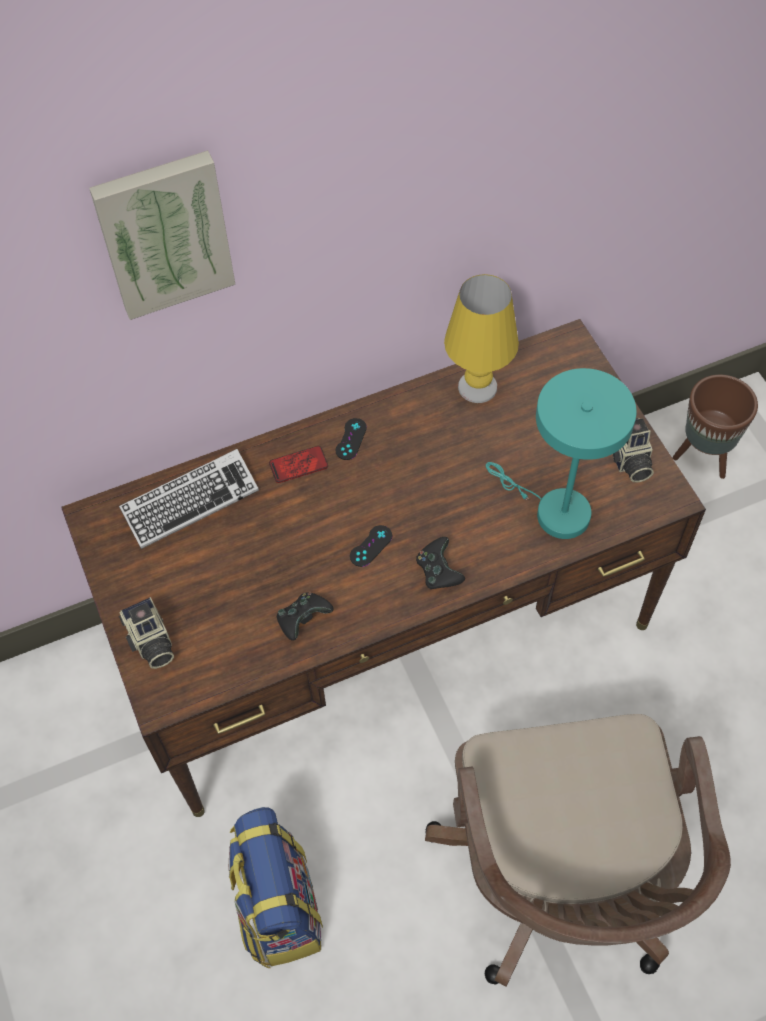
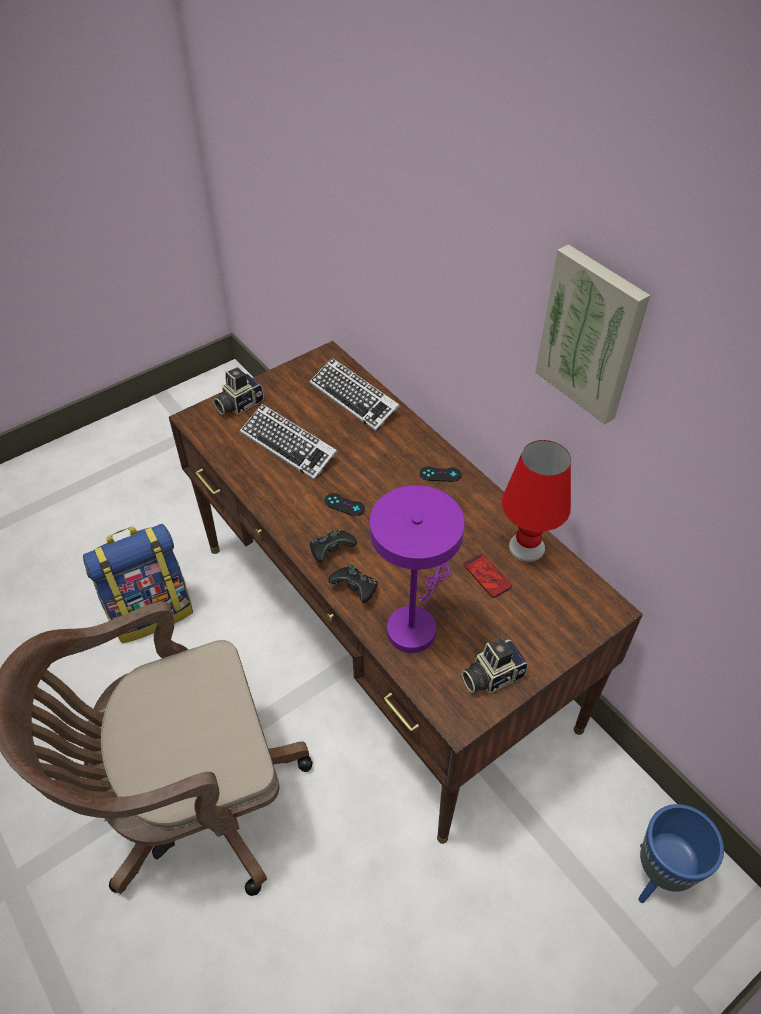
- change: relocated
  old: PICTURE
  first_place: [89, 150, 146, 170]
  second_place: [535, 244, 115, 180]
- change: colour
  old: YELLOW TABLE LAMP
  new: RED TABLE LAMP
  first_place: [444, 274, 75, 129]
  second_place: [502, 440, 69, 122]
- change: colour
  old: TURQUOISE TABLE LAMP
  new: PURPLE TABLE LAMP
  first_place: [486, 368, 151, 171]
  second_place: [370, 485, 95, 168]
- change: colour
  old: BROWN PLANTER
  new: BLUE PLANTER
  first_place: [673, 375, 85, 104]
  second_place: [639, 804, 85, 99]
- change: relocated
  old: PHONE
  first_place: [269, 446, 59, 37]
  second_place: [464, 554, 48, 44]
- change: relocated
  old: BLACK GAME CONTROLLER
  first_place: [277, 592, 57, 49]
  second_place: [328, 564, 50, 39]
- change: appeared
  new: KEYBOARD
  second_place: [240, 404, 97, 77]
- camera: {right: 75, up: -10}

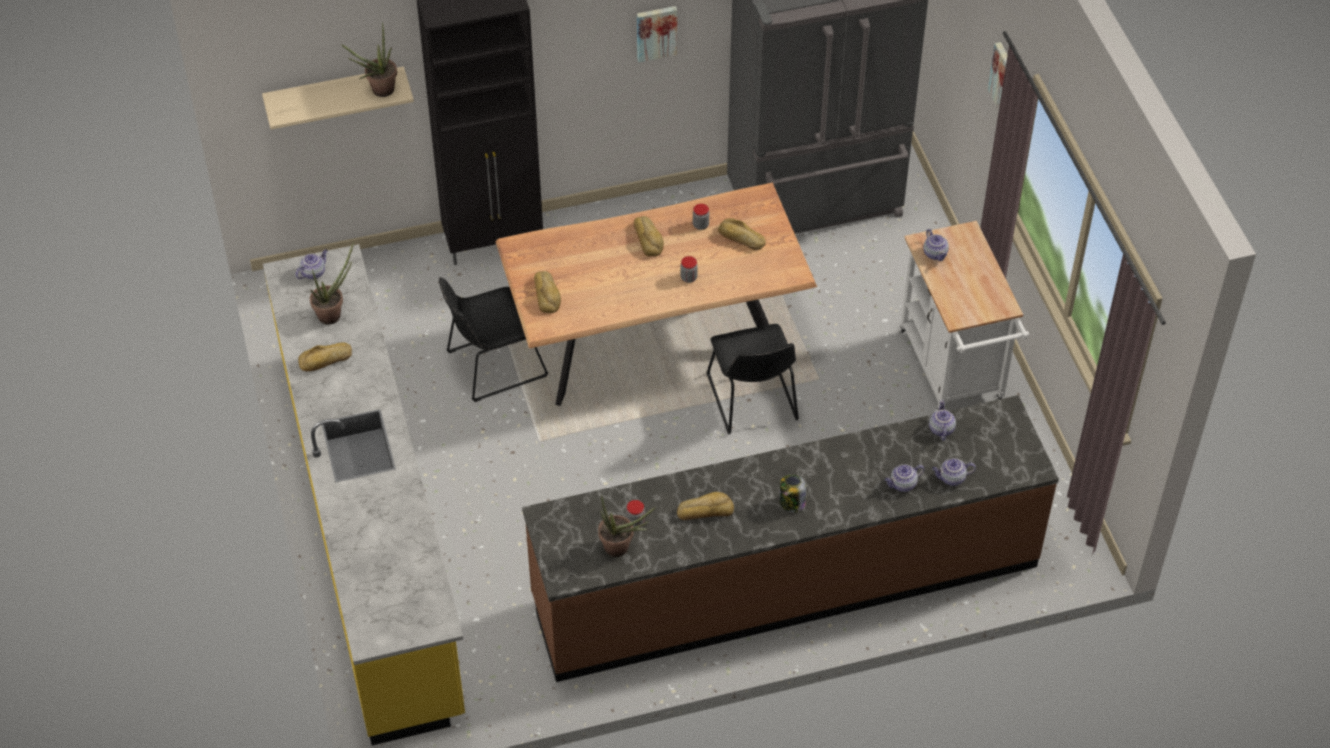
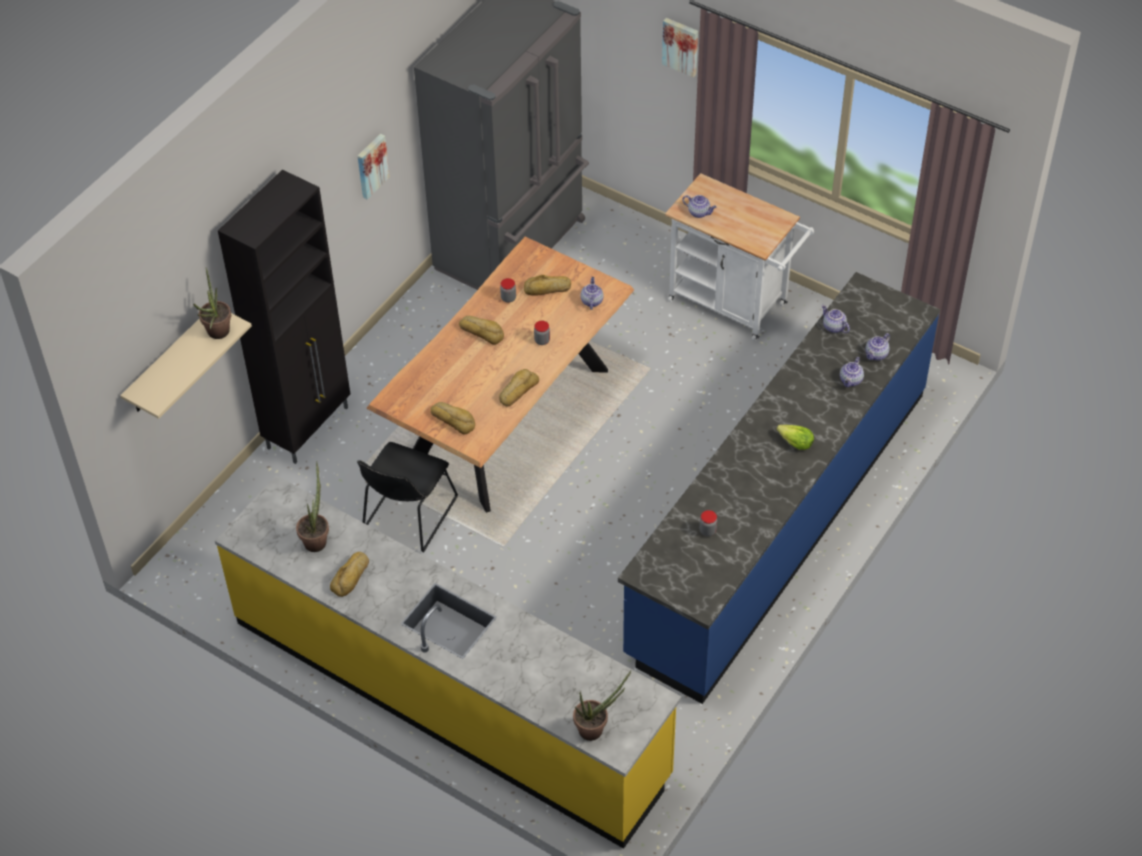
- change: relocated
  old: TEAPOT
  first_place: [296, 249, 32, 30]
  second_place: [580, 277, 24, 33]
- change: missing
  old: BLACK CHAIR
  first_place: [707, 324, 92, 111]
- change: colour
  old: BROWN COUNTER
  new: BLUE COUNTER
  first_place: [522, 395, 537, 287]
  second_place: [618, 272, 322, 432]
- change: exchanged
  old: JAR
  new: LETTUCE
  first_place: [780, 475, 26, 37]
  second_place: [777, 425, 37, 25]
- change: relocated
  old: BREAD
  first_place: [677, 492, 57, 28]
  second_place: [499, 369, 40, 38]
- change: relocated
  old: POTTED PLANT
  first_place: [598, 495, 58, 62]
  second_place: [573, 671, 58, 70]
- camera: {right: -40, up: 0}

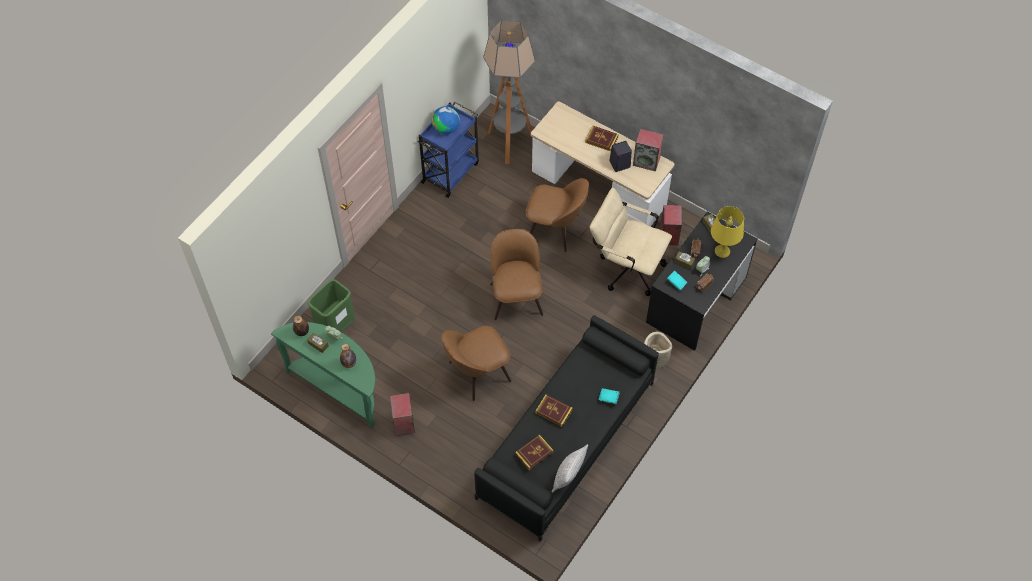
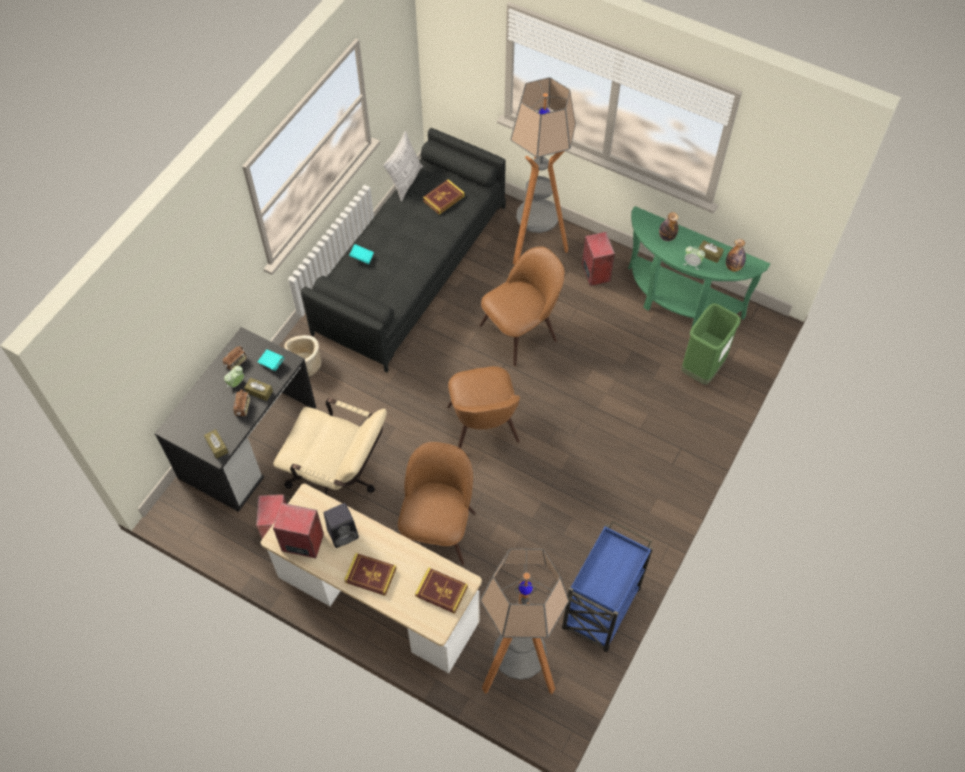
- change: missing
  old: GLOBE
  first_place: [432, 106, 28, 29]
- change: spun
  old: BROWN CHAIR
  first_place: [525, 178, 64, 74]
  second_place: [398, 442, 78, 123]
  degrees: 90
- change: missing
  old: YELLOW TABLE LAMP
  first_place: [711, 206, 33, 52]
- change: relocated
  old: BOOK
  first_place: [535, 394, 38, 33]
  second_place: [415, 567, 53, 47]
- change: appeared
  new: FLOOR LAMP
  second_place: [510, 77, 66, 188]
- camera: {right: 175, up: 0}

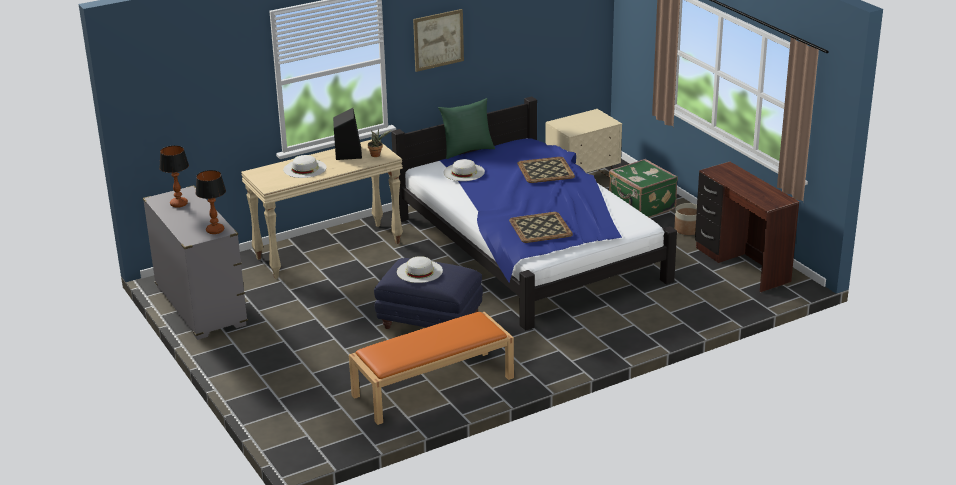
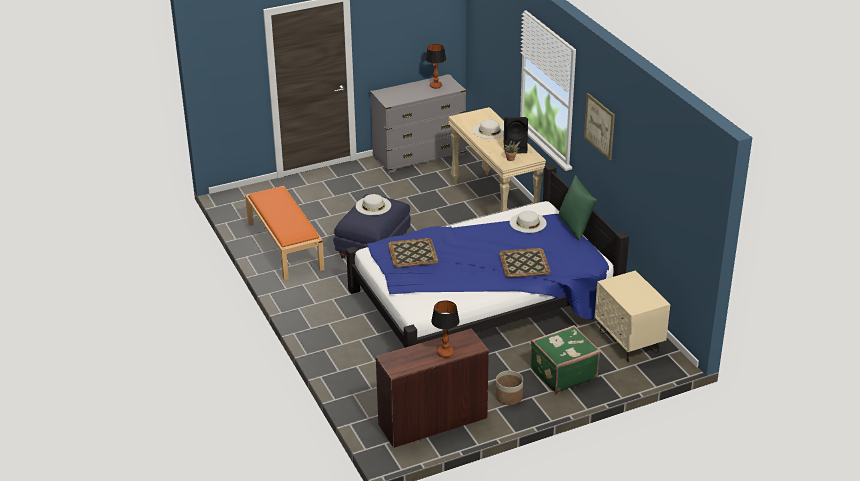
- change: relocated
  old: TABLE LAMP
  first_place: [196, 170, 30, 64]
  second_place: [431, 300, 29, 58]
- camera: {right: 95, up: 5}

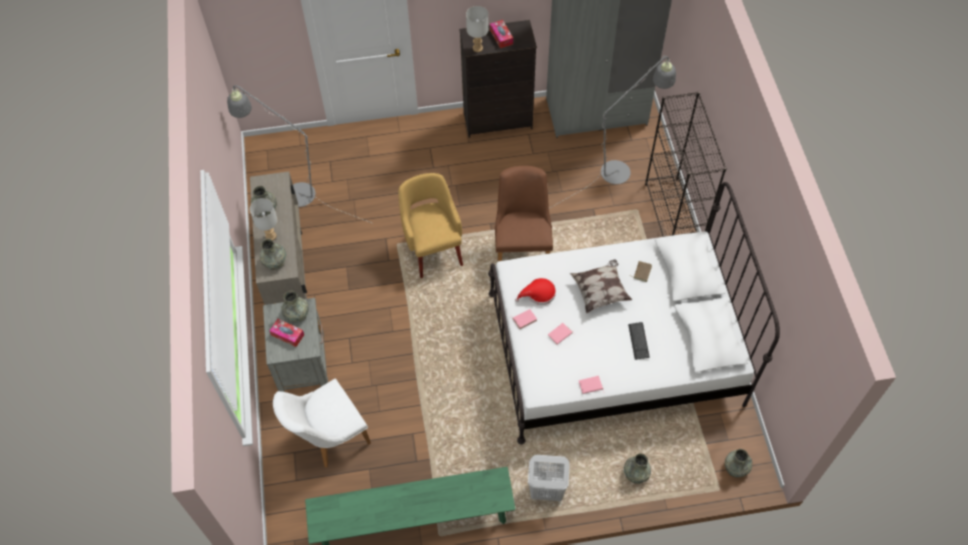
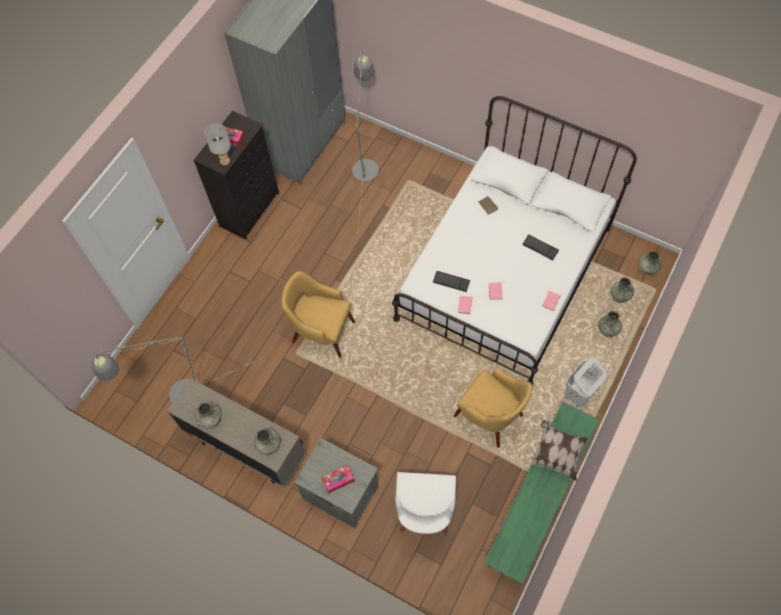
- change: missing
  old: BLACK BOOKCASE
  first_place: [645, 92, 82, 145]
- change: missing
  old: BROWN CHAIR
  first_place: [495, 166, 58, 95]
- change: missing
  old: GREY TABLE LAMP
  first_place: [250, 198, 28, 42]
- change: relocated
  old: PILLOW
  first_place: [570, 260, 62, 53]
  second_place: [530, 421, 58, 60]
- change: exchanged
  old: RED HAT
  new: KEYBOARD
  first_place: [515, 278, 41, 27]
  second_place: [433, 271, 37, 21]
- change: relocated
  old: GREY VASE
  first_place: [281, 291, 28, 32]
  second_place: [611, 277, 23, 26]
- change: appeared
  new: YELLOW ARMCHAIR
  second_place: [454, 368, 78, 80]
- camera: {right: -50, up: 5}

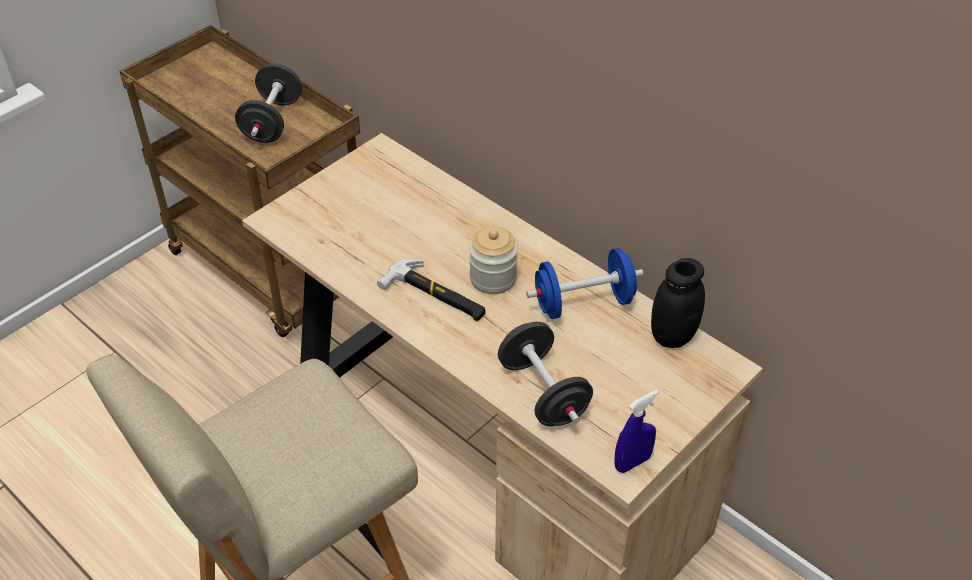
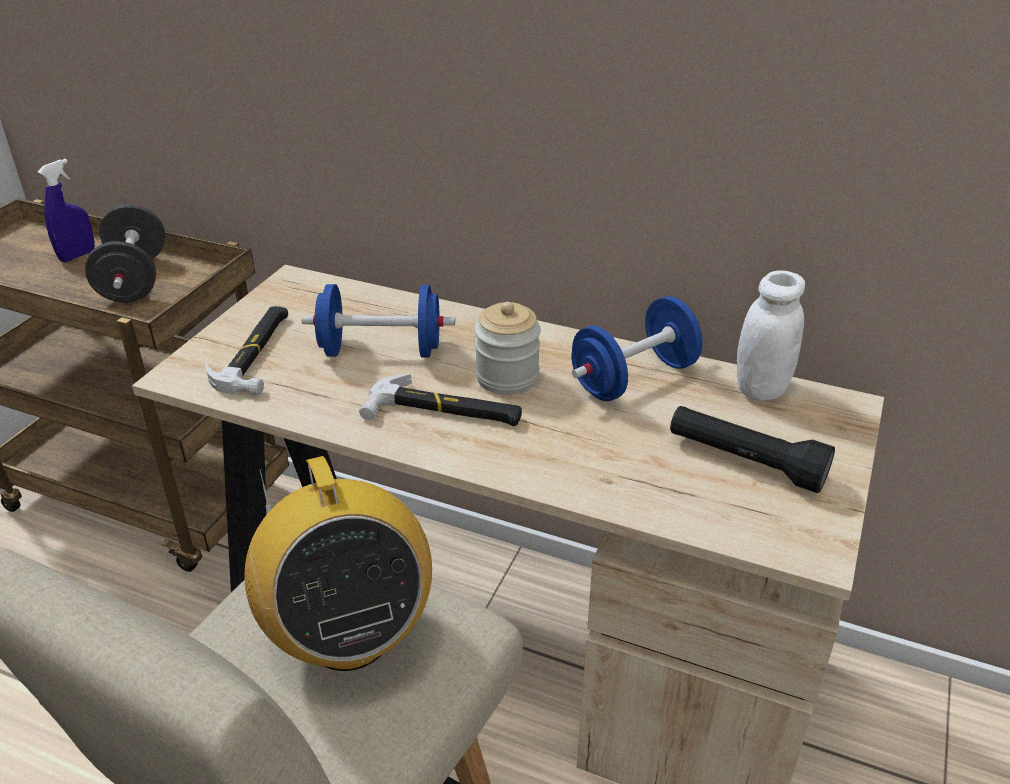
- change: colour
  old: BLACK JAR
  new: WHITE JAR
  first_place: [651, 258, 54, 90]
  second_place: [737, 270, 68, 131]
- change: missing
  old: BLACK DUMBBELL
  first_place: [498, 322, 95, 104]
- change: relocated
  old: BLUE SPRAY BOTTLE
  first_place: [614, 390, 45, 83]
  second_place: [38, 159, 57, 103]
- change: appeared
  new: BLUE DUMBBELL
  second_place: [302, 284, 153, 73]
- change: appeared
  new: HAMMER
  second_place: [205, 306, 83, 89]
- change: appeared
  new: BLACK FLASHLIGHT
  second_place: [670, 406, 165, 87]
- change: appeared
  new: RADIO
  second_place: [244, 456, 188, 215]
- camera: {right: -20, up: -10}

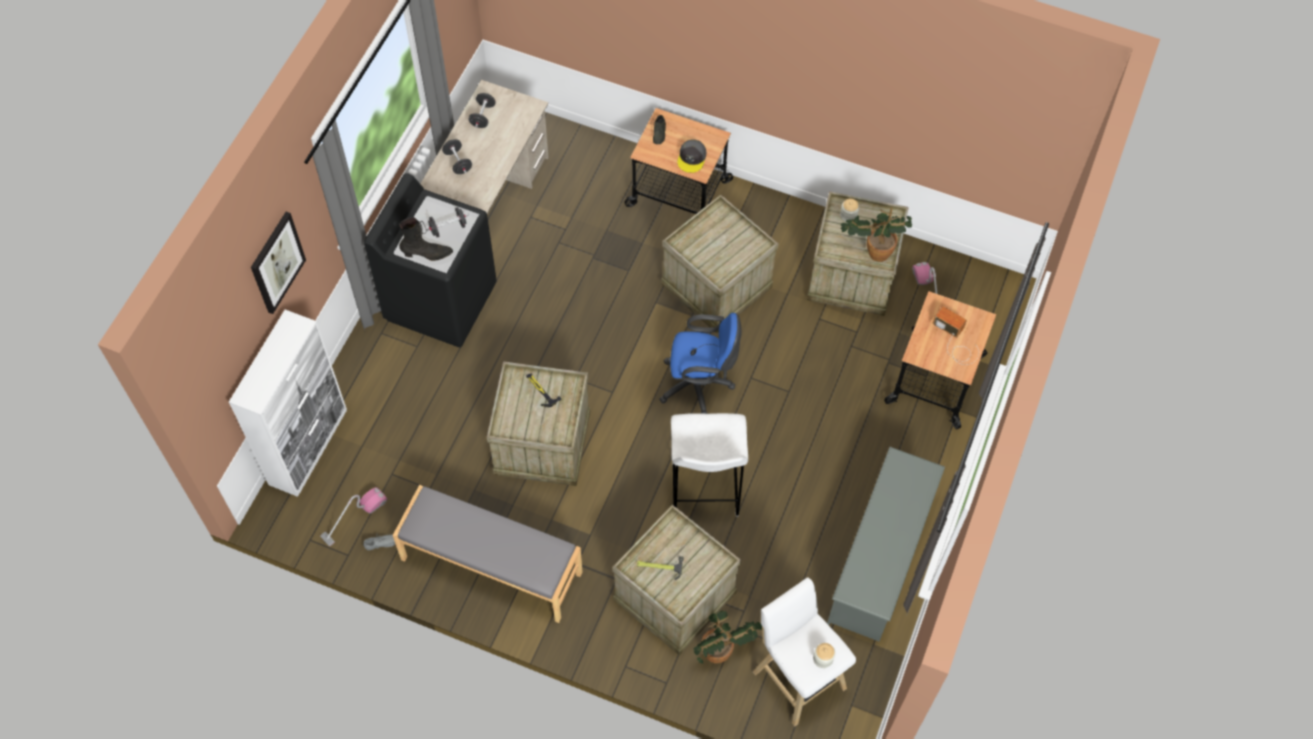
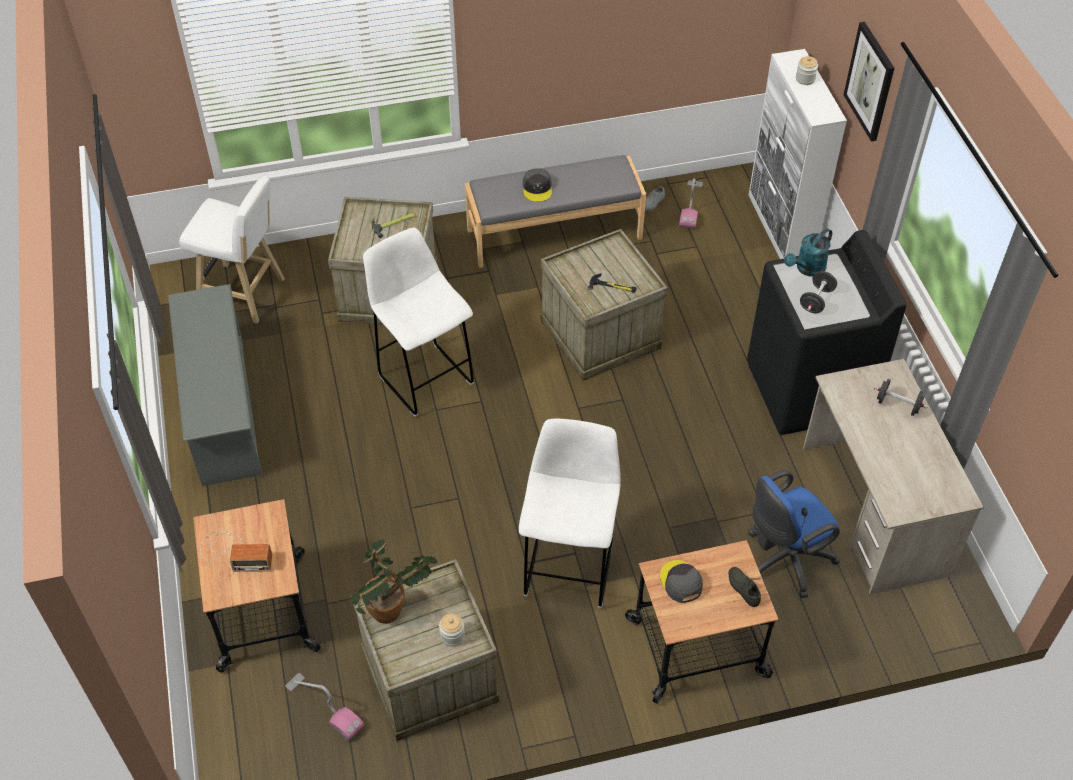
- change: missing
  old: BLACK DUMBBELL
  first_place: [468, 93, 28, 35]
- change: exchanged
  old: CRATE
  new: WHITE STOOL
  first_place: [661, 194, 117, 140]
  second_place: [519, 419, 102, 189]
- change: exchanged
  old: BLACK BOOT
  new: TURQUOISE WATERING CAN
  first_place: [399, 217, 54, 44]
  second_place: [784, 228, 48, 49]
- change: relocated
  old: BLUE OFFICE CHAIR
  first_place: [659, 313, 83, 101]
  second_place: [748, 470, 92, 128]
- change: missing
  old: POTTED PLANT
  first_place: [693, 611, 69, 53]
- change: relocated
  old: JAR
  first_place: [813, 643, 22, 25]
  second_place: [796, 56, 22, 29]
- change: appeared
  new: GREY CAP
  second_place: [523, 168, 29, 34]
- camera: {right: 145, up: -10}

